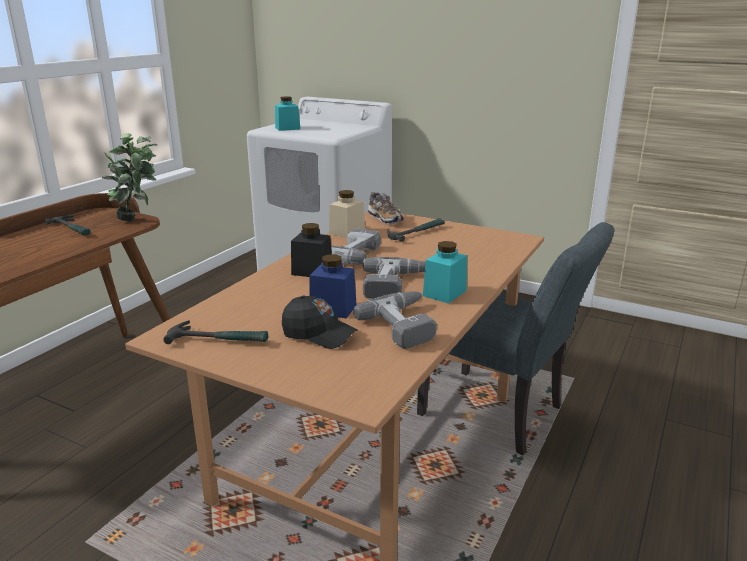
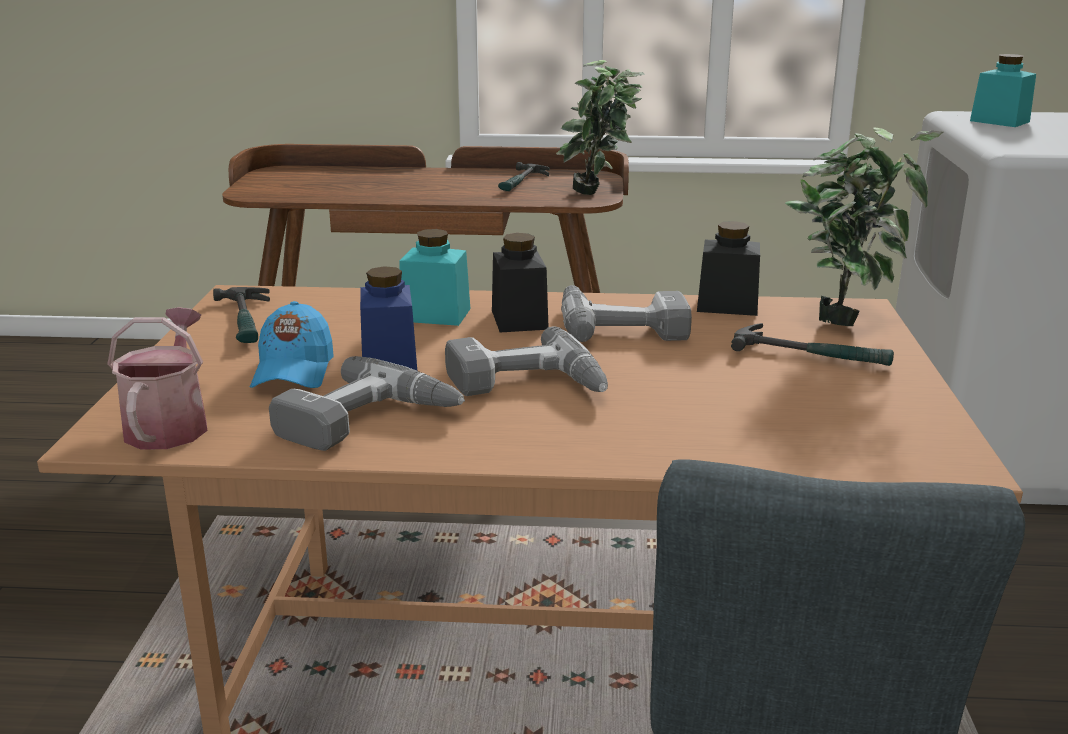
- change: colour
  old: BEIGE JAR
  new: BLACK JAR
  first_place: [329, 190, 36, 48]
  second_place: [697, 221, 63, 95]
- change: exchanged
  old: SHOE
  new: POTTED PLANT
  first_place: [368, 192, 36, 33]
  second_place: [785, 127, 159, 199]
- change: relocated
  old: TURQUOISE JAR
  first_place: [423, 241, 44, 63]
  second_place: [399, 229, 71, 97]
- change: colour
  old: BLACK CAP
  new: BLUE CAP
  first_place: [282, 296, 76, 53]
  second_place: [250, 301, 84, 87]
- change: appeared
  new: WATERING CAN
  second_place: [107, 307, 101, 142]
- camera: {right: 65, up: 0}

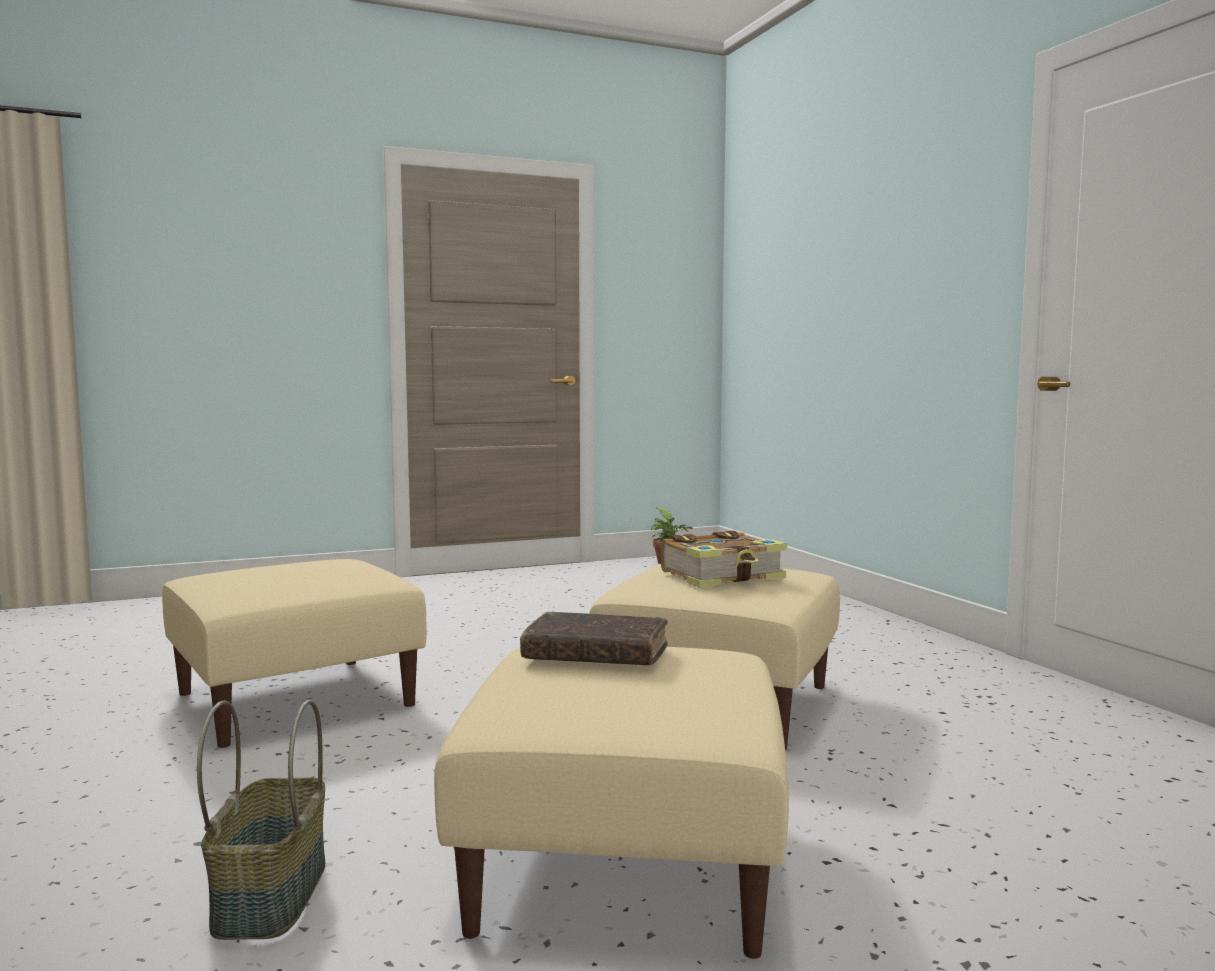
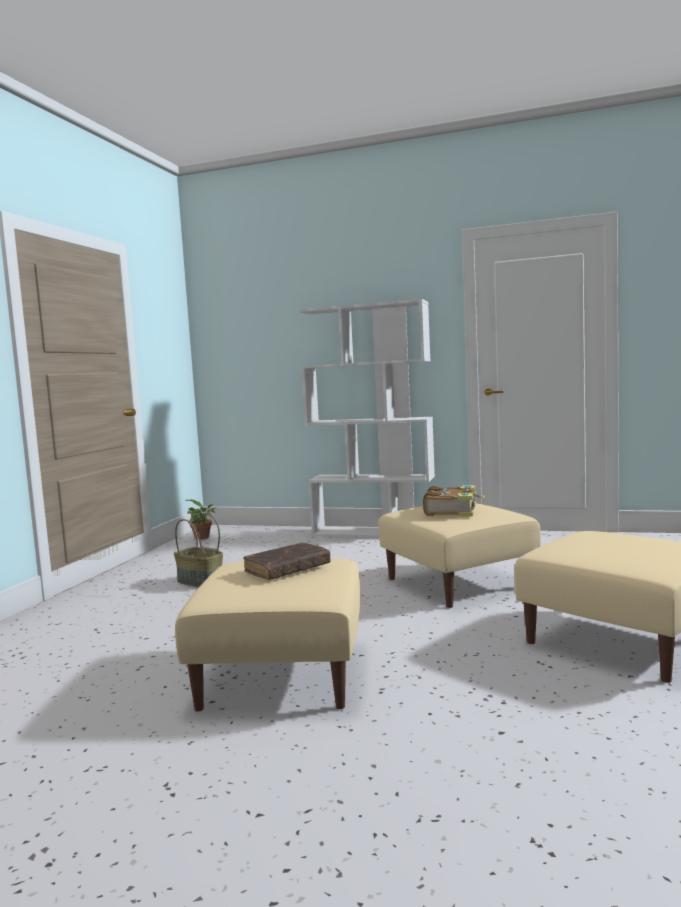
- change: relocated
  old: BROWN BOOK
  first_place: [520, 611, 148, 54]
  second_place: [243, 542, 87, 38]
- change: relocated
  old: BASKET
  first_place: [197, 700, 128, 240]
  second_place: [174, 513, 49, 75]
- change: appeared
  new: WHITE BOOKCASE
  second_place: [298, 299, 137, 239]
- camera: {right: -50, up: 0}

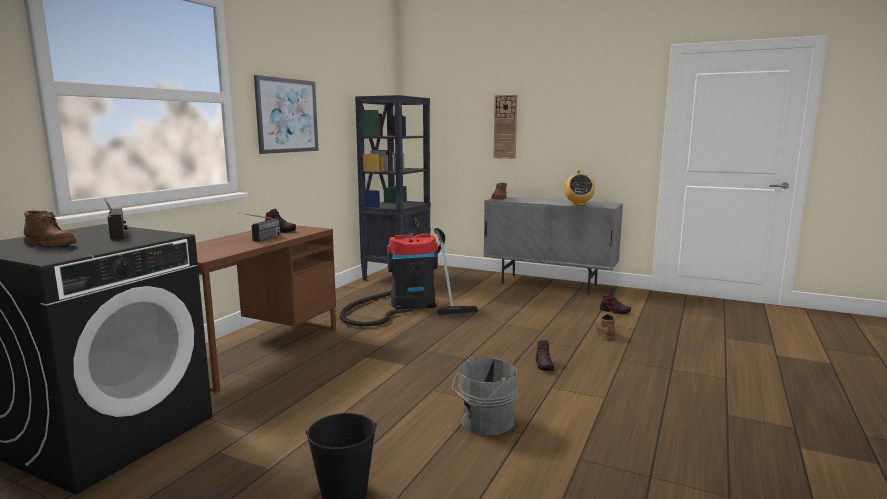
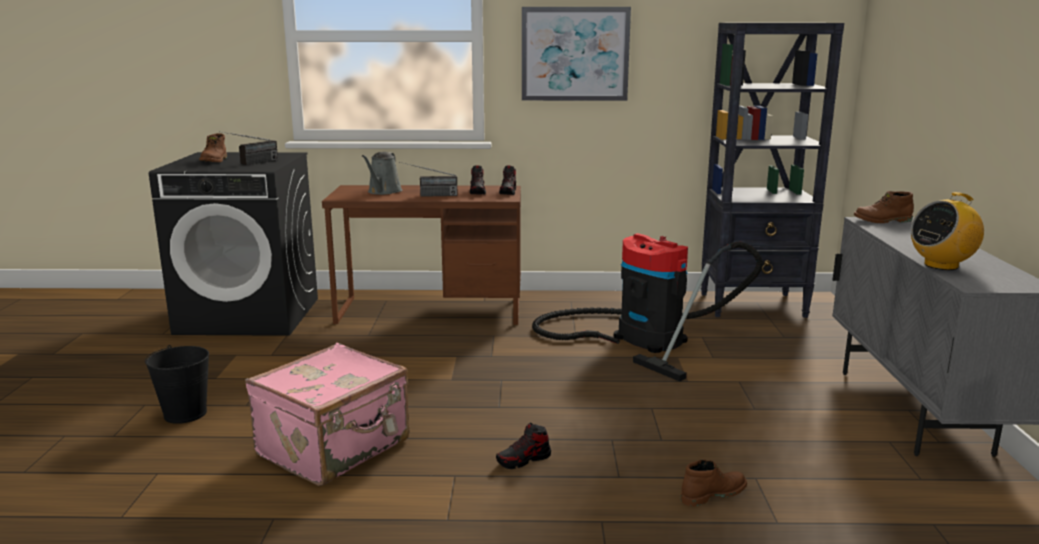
- change: missing
  old: WALL CLOCK
  first_place: [493, 95, 24, 64]
- change: relocated
  old: SHOE
  first_place: [600, 292, 31, 22]
  second_place: [499, 166, 17, 29]
- change: exchanged
  old: GREY BUCKET
  new: PINK SUITCASE
  first_place: [452, 356, 66, 80]
  second_place: [245, 343, 165, 143]
- change: appeared
  new: GREY WATERING CAN
  second_place: [362, 152, 40, 43]
- camera: {right: 65, up: 5}

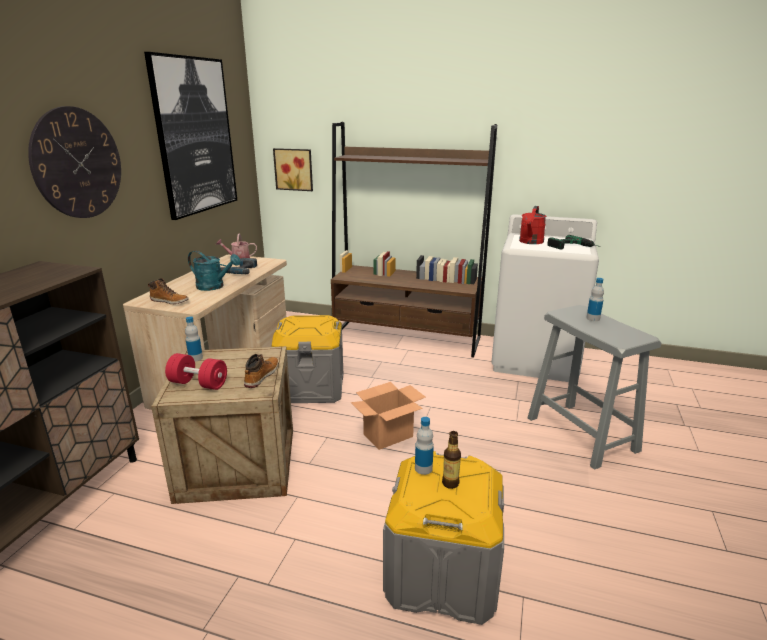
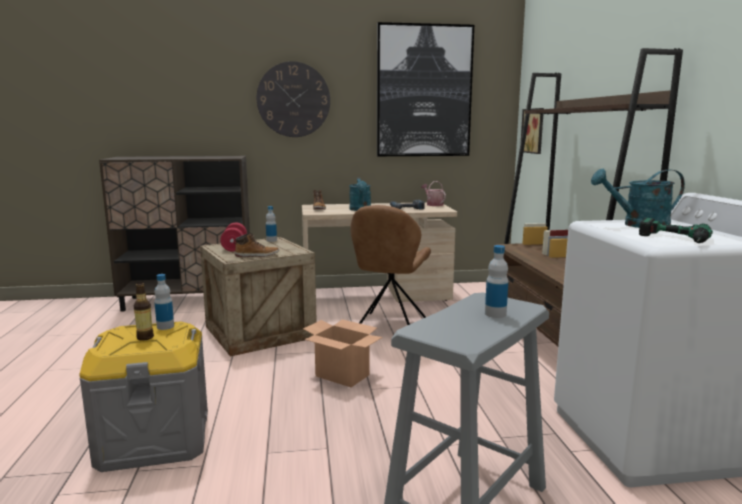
- change: colour
  old: RED WATERING CAN
  new: TURQUOISE WATERING CAN
  first_place: [519, 206, 27, 38]
  second_place: [591, 169, 94, 59]
- change: exchanged
  old: GREY STORAGE BOX
  new: BROWN CHAIR
  first_place: [272, 315, 71, 88]
  second_place: [350, 205, 81, 120]
- camera: {right: 65, up: -10}

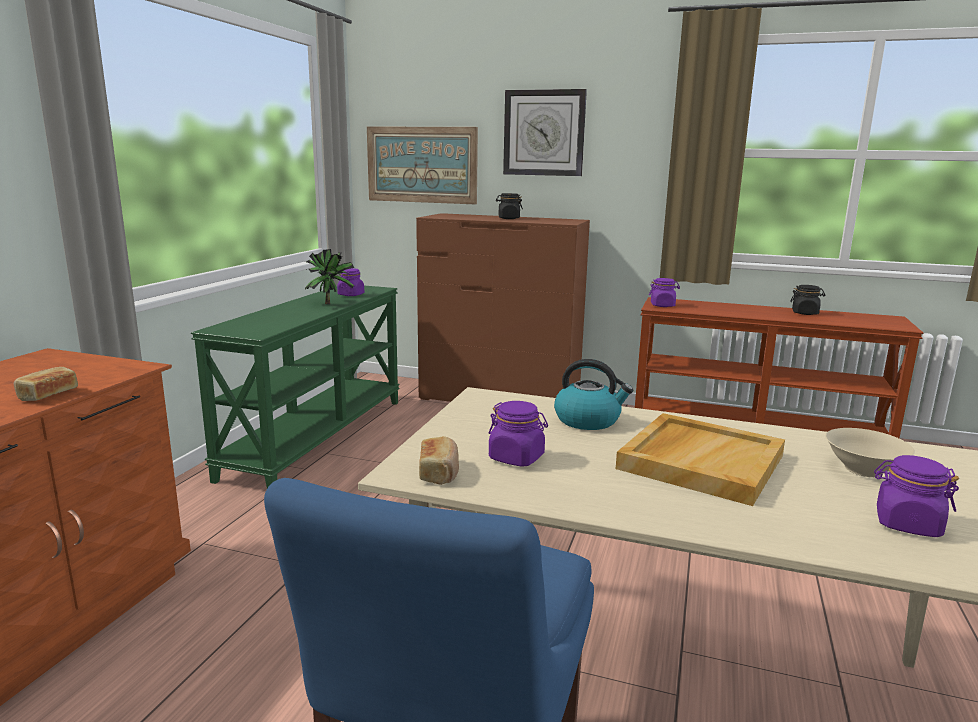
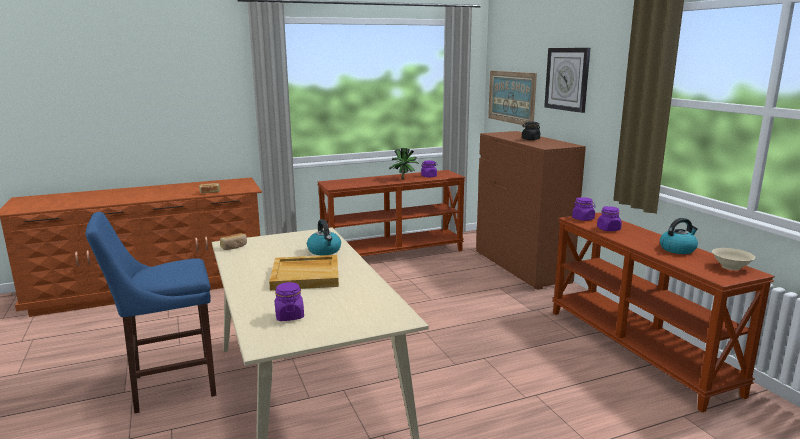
- change: exchanged
  old: BLACK JAR
  new: KETTLE
  first_place: [790, 285, 35, 30]
  second_place: [660, 218, 38, 36]
- change: colour
  old: GREEN CONSOLE TABLE
  new: BROWN CONSOLE TABLE
  first_place: [191, 286, 209, 202]
  second_place: [317, 170, 149, 86]
- change: relocated
  old: PURPLE JAR
  first_place: [488, 401, 60, 66]
  second_place: [597, 206, 25, 25]
- change: relocated
  old: BEIGE BOWL
  first_place: [825, 428, 90, 49]
  second_place: [712, 248, 43, 22]
- camera: {right: 50, up: 0}

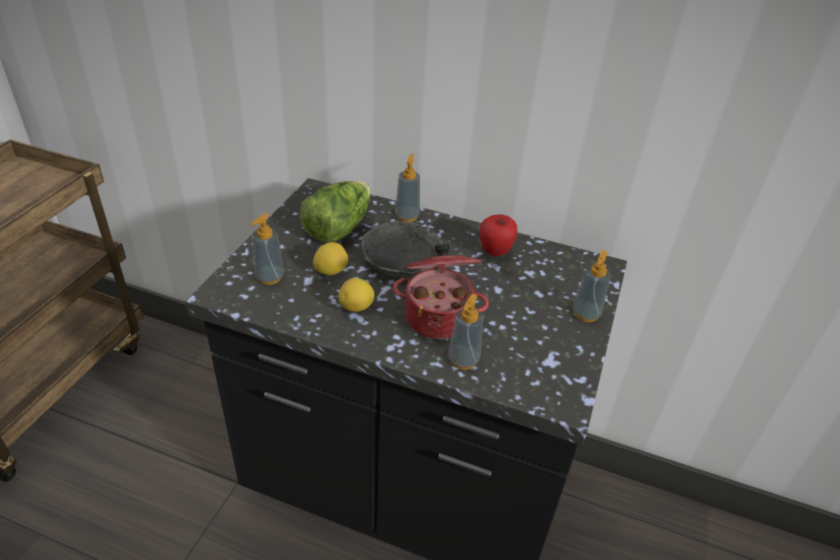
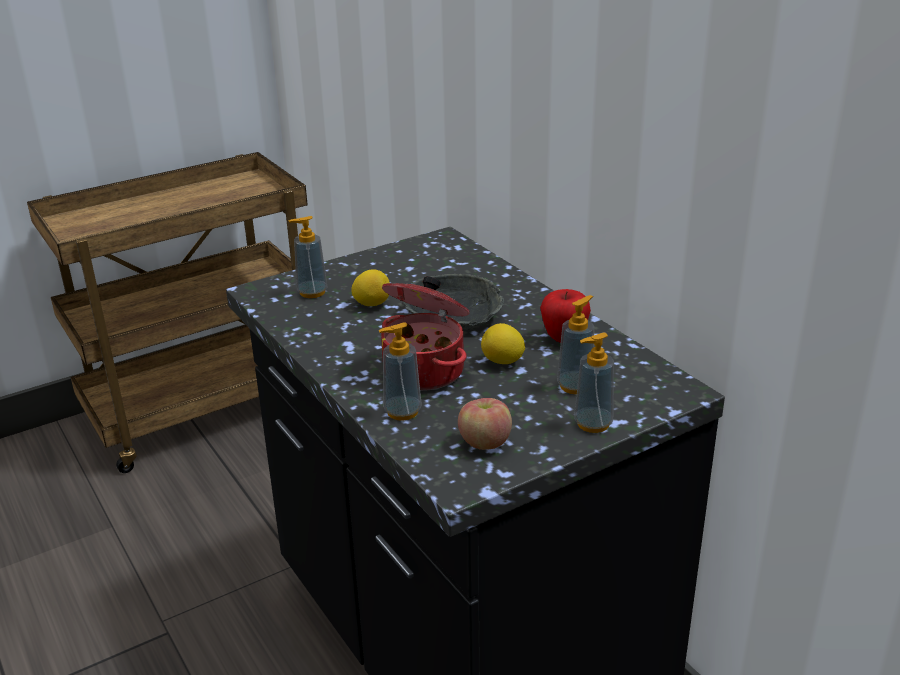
- change: relocated
  old: SOAP DISPENSER
  first_place: [395, 153, 25, 69]
  second_place: [557, 295, 37, 99]
- change: missing
  old: LETTUCE
  first_place: [300, 181, 71, 61]
- change: relocated
  old: LEMON
  first_place: [338, 278, 36, 34]
  second_place: [481, 323, 44, 41]
- change: appeared
  new: APPLE
  second_place: [458, 398, 54, 52]
- camera: {right: 40, up: -10}

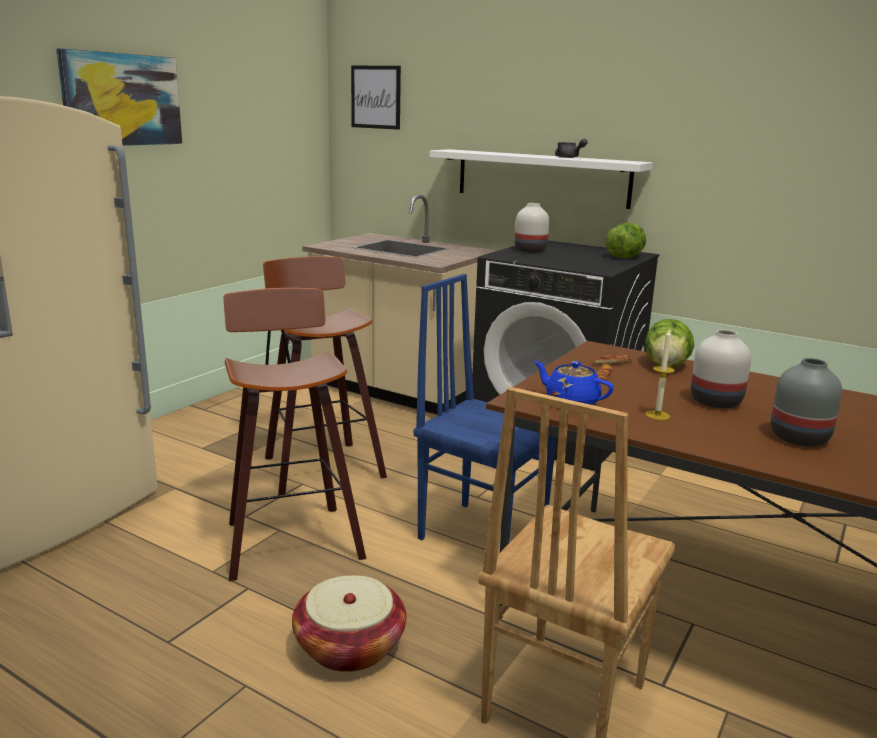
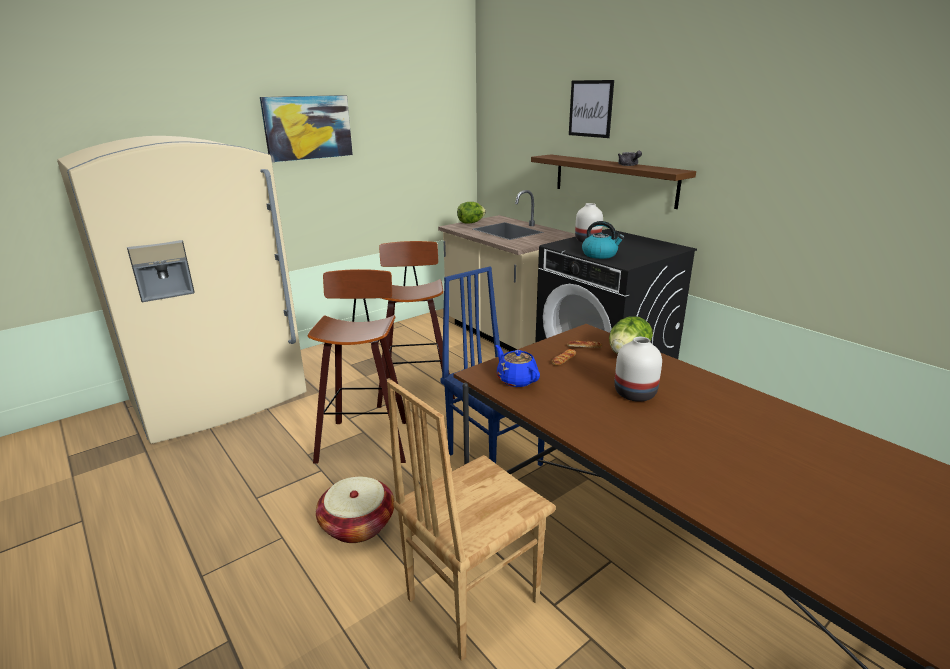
- change: relocated
  old: PICTURE
  first_place: [351, 66, 50, 64]
  second_place: [569, 80, 45, 58]
- change: colour
  old: WHITE SHELF
  new: BROWN SHELF
  first_place: [429, 149, 224, 60]
  second_place: [531, 155, 165, 54]
- change: relocated
  old: LETTUCE
  first_place: [606, 223, 40, 35]
  second_place: [457, 202, 29, 22]
- change: missing
  old: CANDLE
  first_place: [645, 330, 30, 90]
- change: missing
  old: GREY VASE
  first_place: [771, 358, 71, 89]
- change: appeared
  new: KETTLE
  second_place: [582, 221, 43, 38]
- camera: {right: 20, up: 5}

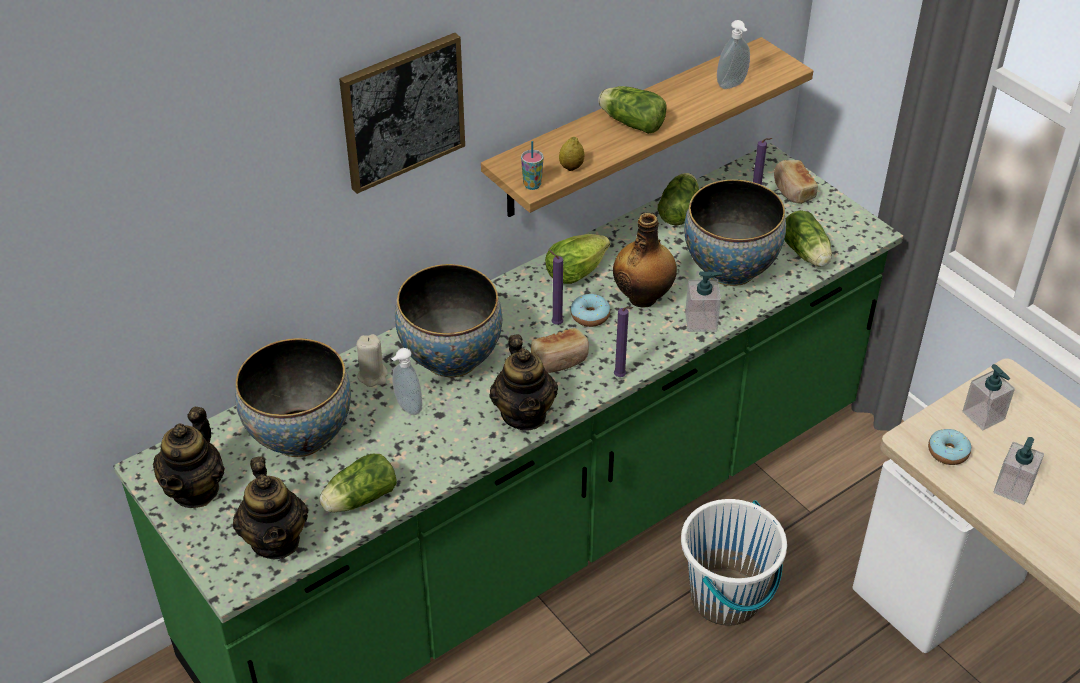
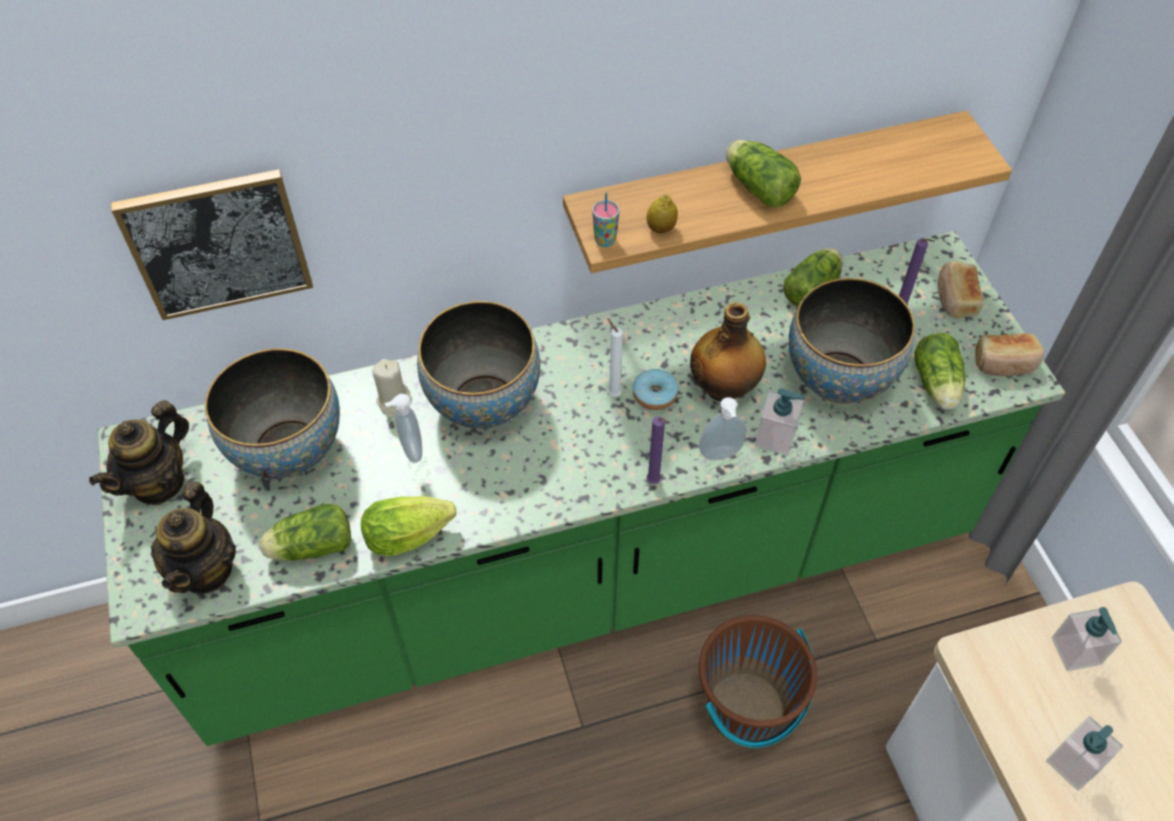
- change: relocated
  old: SOAP DISPENSER
  first_place: [717, 20, 33, 69]
  second_place: [699, 397, 48, 63]
- change: relocated
  old: PICTURE
  first_place: [339, 33, 126, 161]
  second_place: [111, 169, 202, 151]
- change: relocated
  old: LETTUCE
  first_place: [545, 234, 65, 50]
  second_place: [361, 496, 95, 60]
- change: colour
  old: PURPLE CANDLE
  new: WHITE CANDLE
  first_place: [548, 249, 15, 76]
  second_place: [607, 318, 16, 79]
- change: relocated
  old: BREAD
  first_place: [531, 328, 58, 45]
  second_place: [975, 333, 69, 43]
- change: missing
  old: TEAPOT
  first_place: [489, 335, 69, 96]
- change: missing
  old: DONUT
  first_place: [928, 429, 43, 36]
- change: colour
  old: WHITE BUCKET
  new: BROWN BUCKET
  first_place: [681, 499, 106, 127]
  second_place: [699, 615, 118, 133]
- camera: {right: 20, up: 10}

